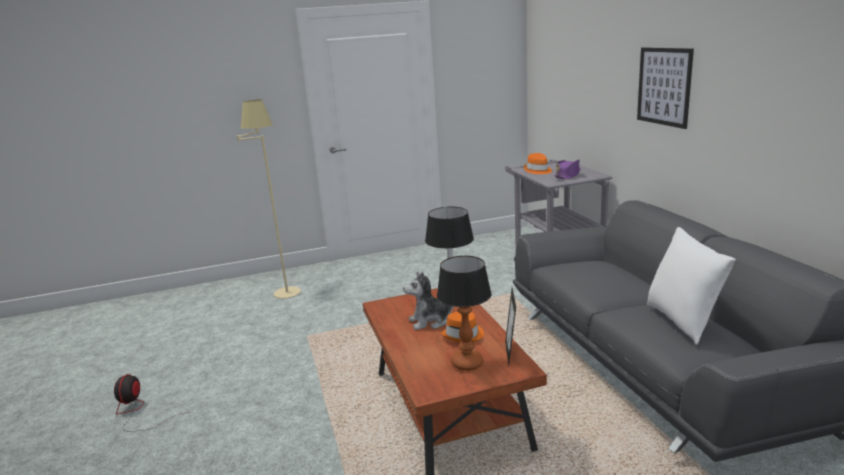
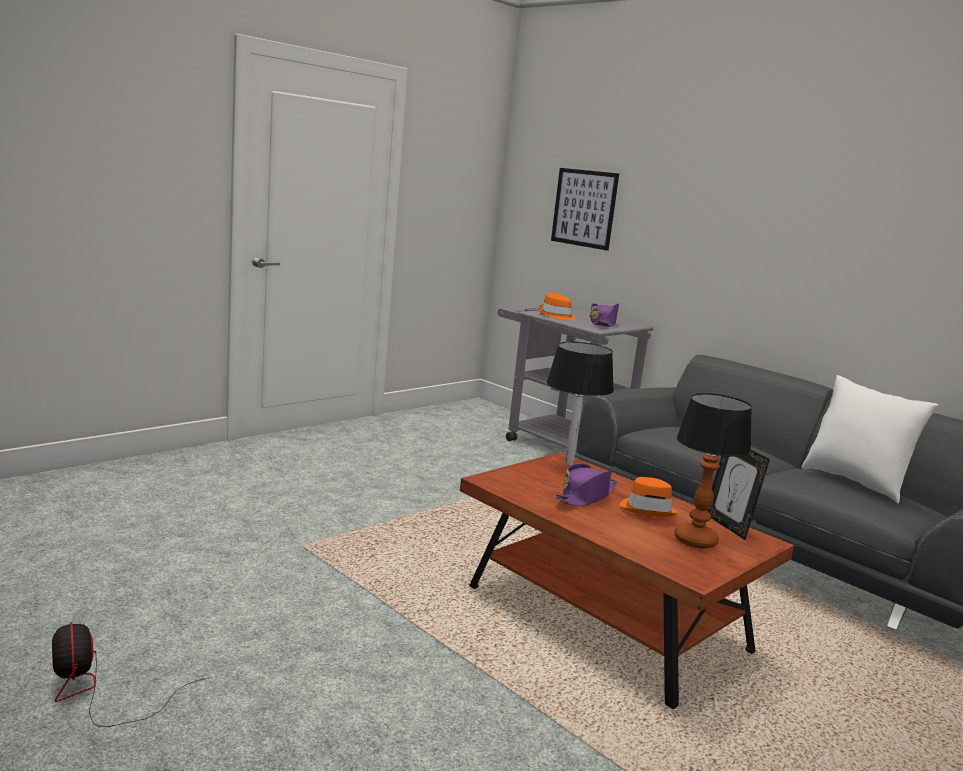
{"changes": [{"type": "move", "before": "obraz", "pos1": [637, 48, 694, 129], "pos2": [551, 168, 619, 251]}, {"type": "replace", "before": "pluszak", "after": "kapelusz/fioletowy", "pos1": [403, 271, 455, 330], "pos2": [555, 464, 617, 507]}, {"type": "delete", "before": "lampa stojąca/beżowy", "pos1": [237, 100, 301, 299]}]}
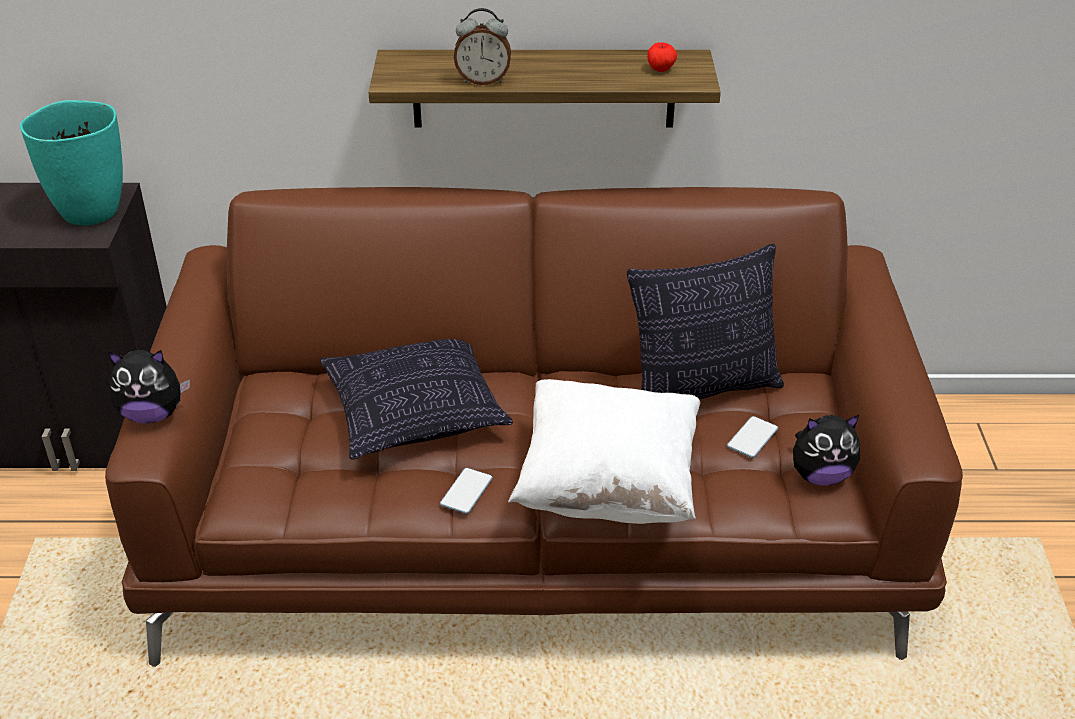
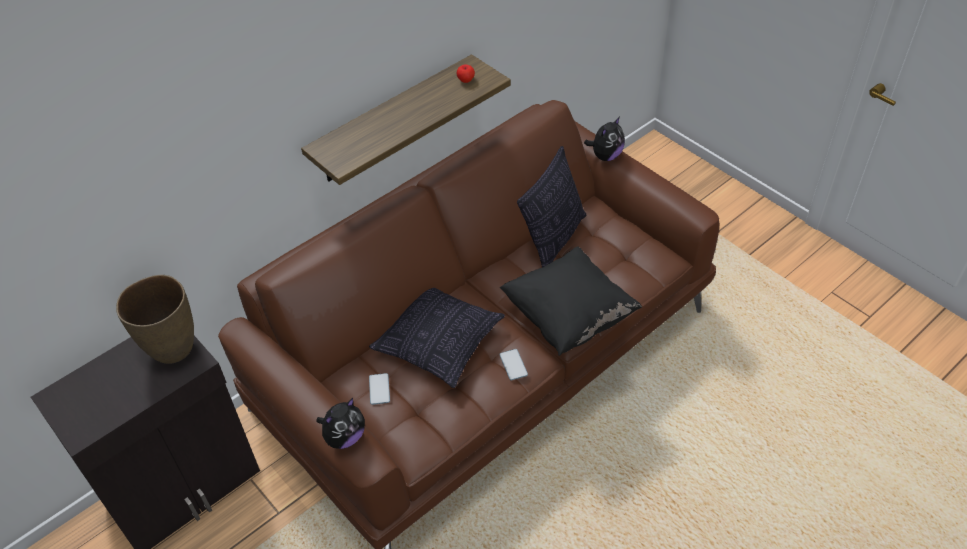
{"changes": [{"type": "recolor", "before": "wazon/turkusowy", "after": "wazon/brązowy", "pos1": [20, 100, 123, 225], "pos2": [116, 275, 194, 364]}, {"type": "move", "before": "telefon", "pos1": [727, 416, 778, 458], "pos2": [369, 373, 390, 405]}, {"type": "recolor", "before": "poduszka/biały", "after": "poduszka/czarny", "pos1": [508, 379, 701, 524], "pos2": [500, 247, 642, 356]}, {"type": "move", "before": "pluszak", "pos1": [793, 415, 860, 486], "pos2": [584, 117, 625, 161]}, {"type": "delete", "before": "budzik", "pos1": [454, 8, 511, 85]}]}
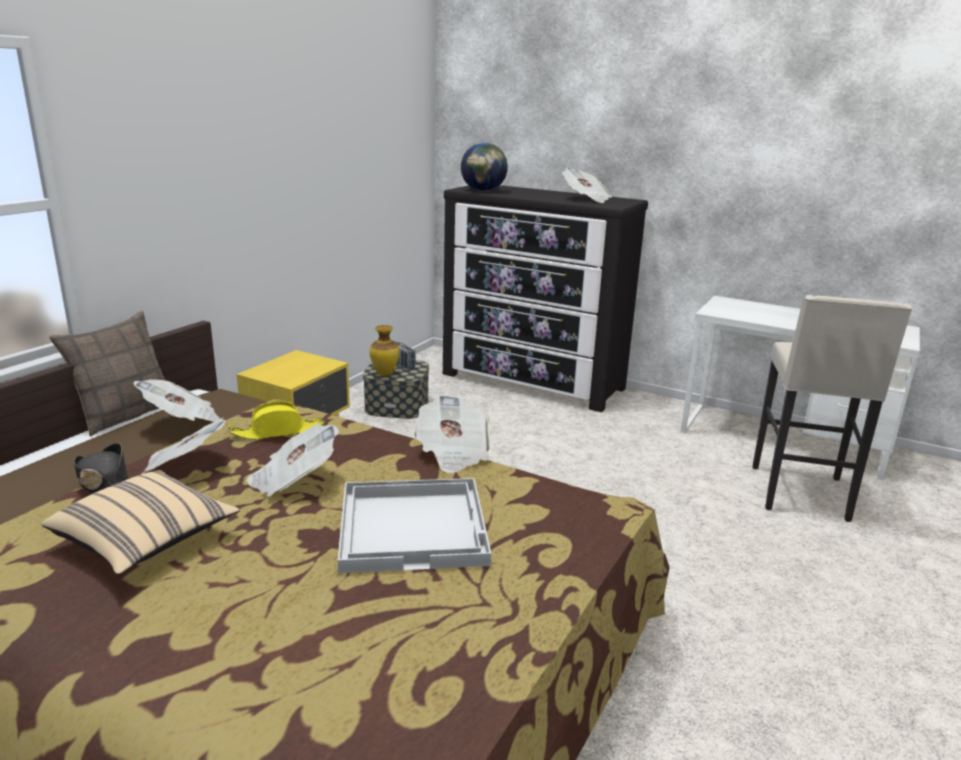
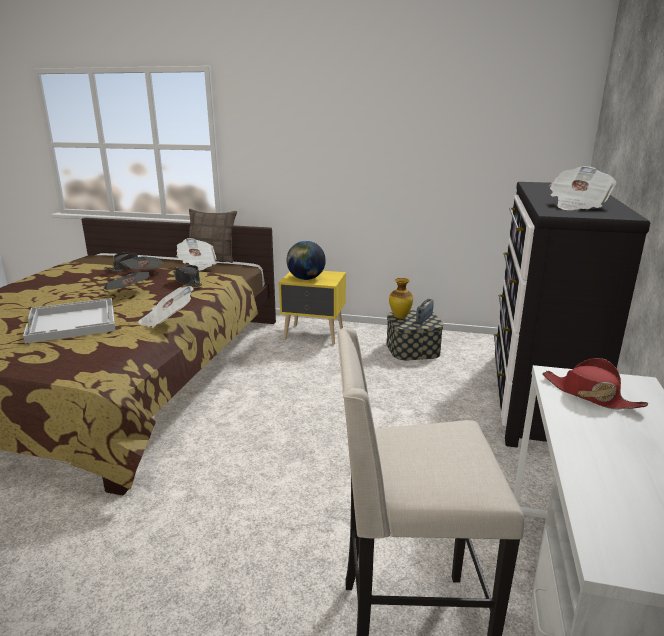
{"changes": [{"type": "recolor", "before": "kapelusz/żółty", "after": "kapelusz/czarny", "pos1": [228, 401, 325, 440], "pos2": [173, 265, 202, 287]}, {"type": "move", "before": "globus", "pos1": [461, 143, 508, 191], "pos2": [286, 241, 326, 280]}, {"type": "insert", "after": "kapelusz/czerwony", "pos2": [542, 358, 648, 409]}, {"type": "delete", "before": "poduszka/beżowy", "pos1": [41, 470, 240, 575]}]}
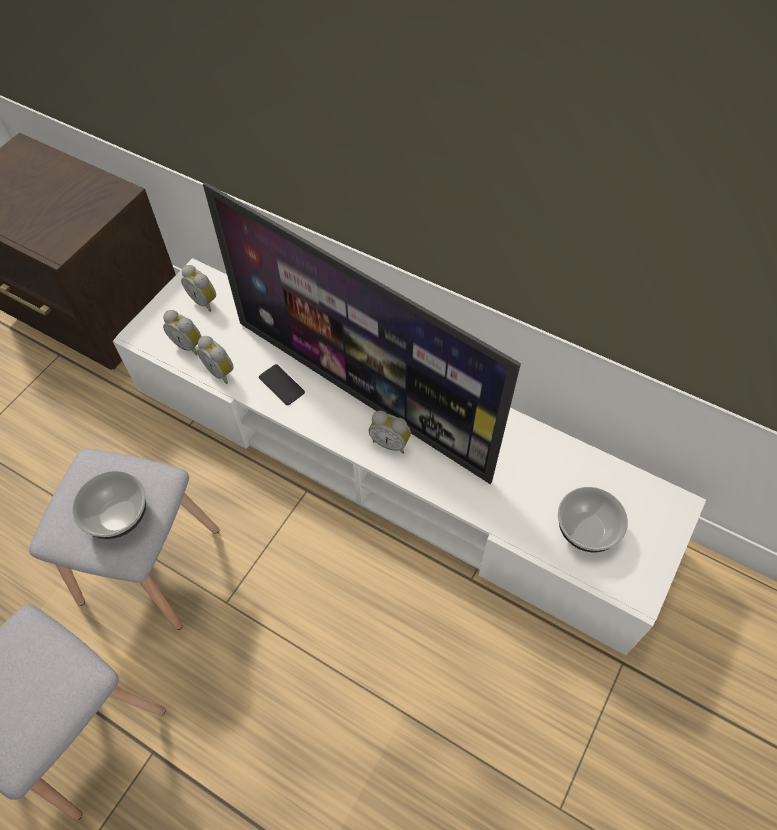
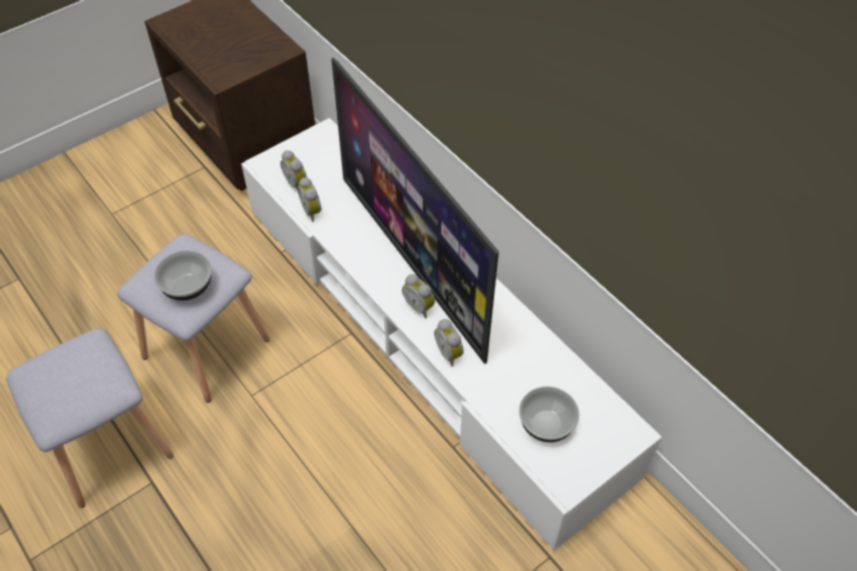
{"changes": [{"type": "move", "before": "budzik", "pos1": [181, 265, 216, 312], "pos2": [434, 319, 464, 366]}, {"type": "delete", "before": "telefon", "pos1": [259, 364, 305, 405]}]}
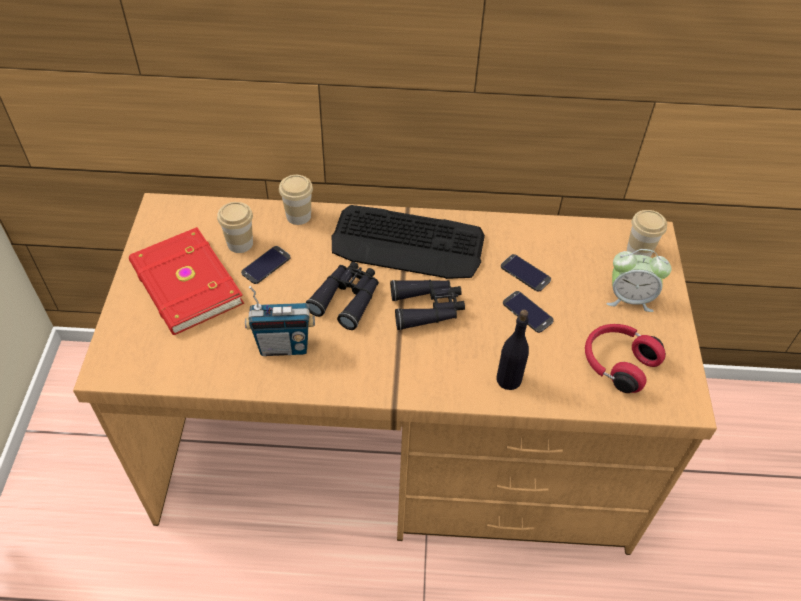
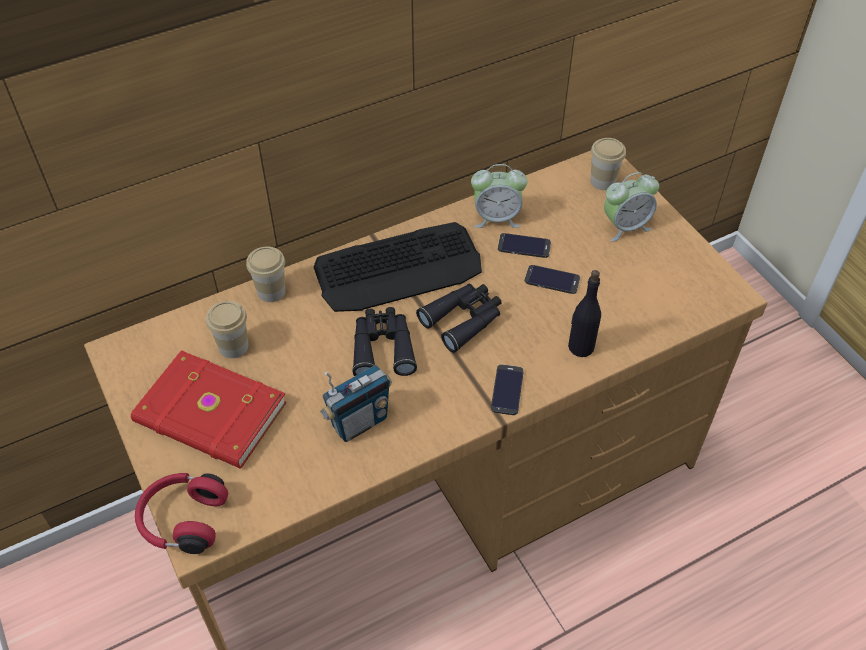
{"changes": [{"type": "move", "before": "słuchawki/czerwony", "pos1": [585, 324, 666, 393], "pos2": [135, 473, 228, 554]}, {"type": "insert", "after": "budzik", "pos2": [471, 164, 528, 228]}, {"type": "move", "before": "telefon", "pos1": [241, 246, 290, 284], "pos2": [491, 364, 524, 415]}]}
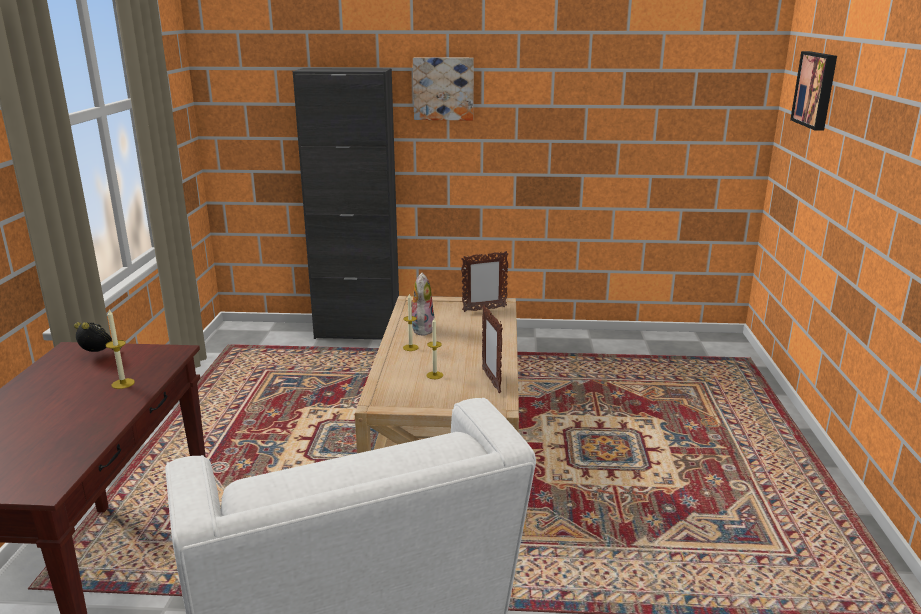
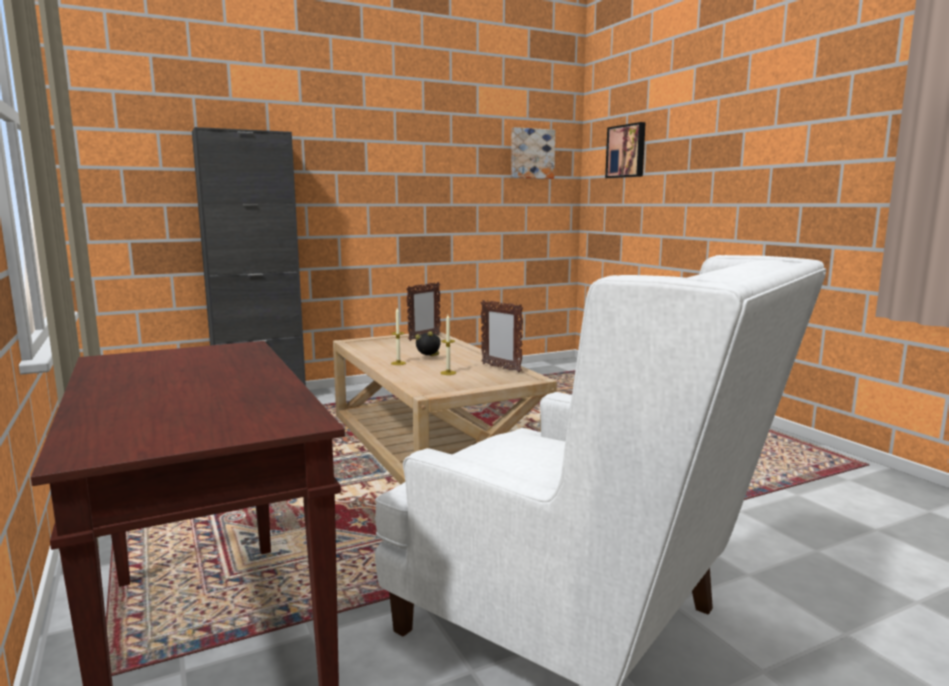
{"changes": [{"type": "move", "before": "budzik", "pos1": [74, 322, 121, 352], "pos2": [415, 331, 441, 356]}, {"type": "move", "before": "obraz", "pos1": [413, 57, 474, 121], "pos2": [511, 127, 555, 179]}, {"type": "delete", "before": "świeca", "pos1": [106, 310, 135, 389]}, {"type": "delete", "before": "pluszak", "pos1": [411, 273, 435, 336]}]}
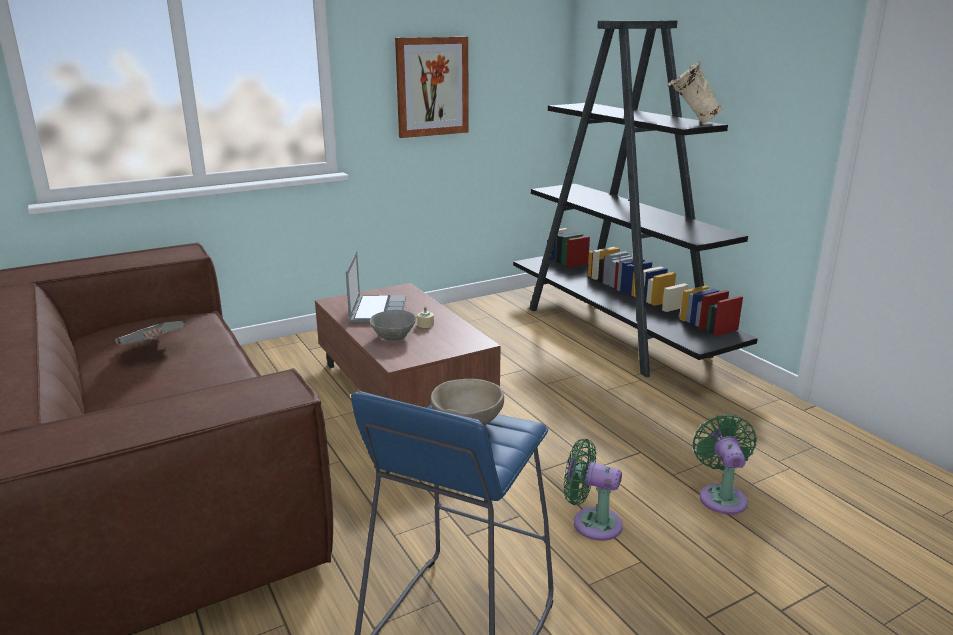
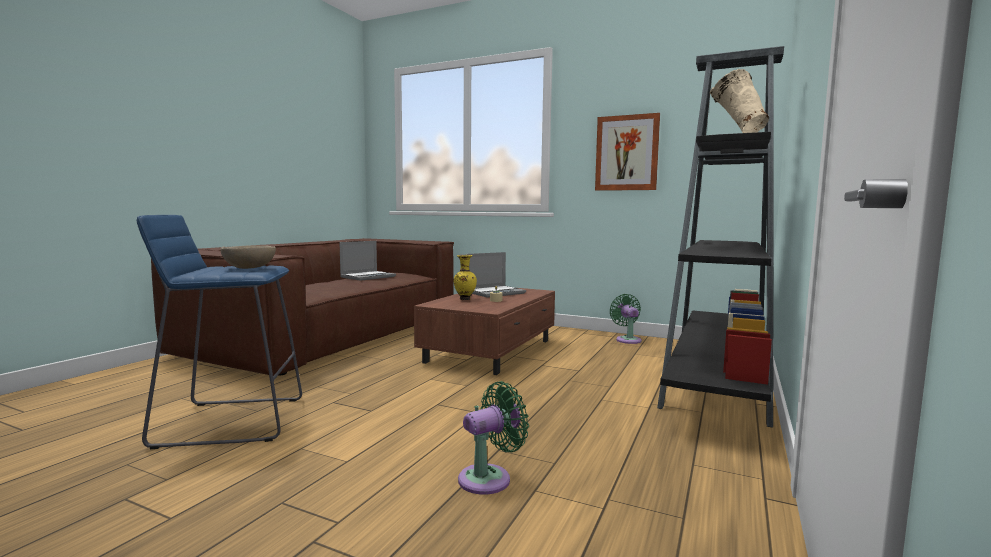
{"changes": [{"type": "replace", "before": "gazeta", "after": "laptop", "pos1": [116, 321, 186, 345], "pos2": [339, 241, 396, 281]}, {"type": "replace", "before": "miska/szary", "after": "wazon/żółty", "pos1": [370, 310, 416, 340], "pos2": [454, 255, 477, 300]}, {"type": "move", "before": "wentylator/zielony", "pos1": [564, 439, 623, 541], "pos2": [610, 294, 642, 344]}]}
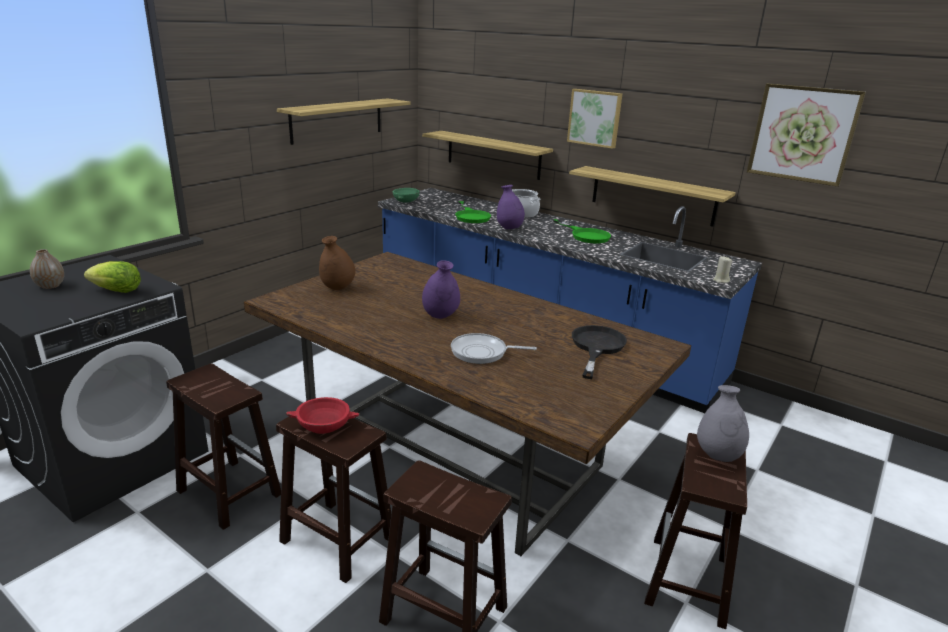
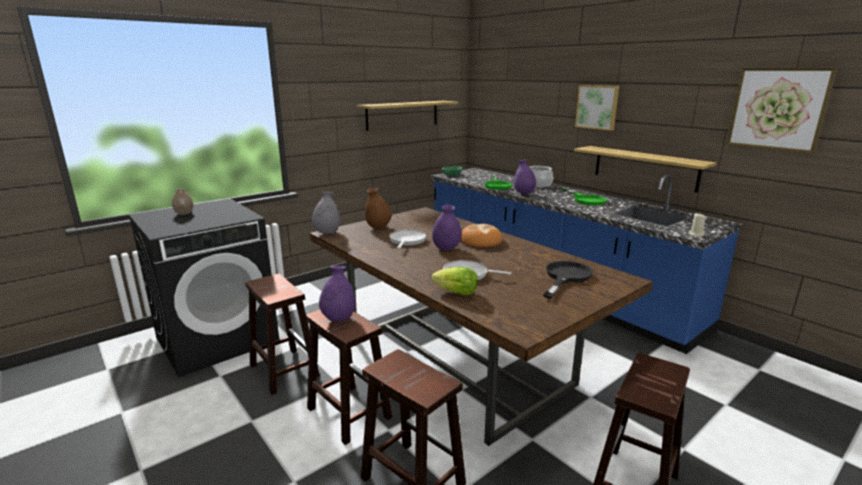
{"changes": [{"type": "move", "before": "wazon/szary", "pos1": [697, 385, 749, 462], "pos2": [312, 192, 340, 234]}, {"type": "replace", "before": "miska/czerwony", "after": "wazon/fioletowy", "pos1": [286, 397, 360, 434], "pos2": [319, 266, 355, 322]}, {"type": "insert", "after": "patelnia", "pos2": [389, 230, 426, 248]}, {"type": "move", "before": "sałata", "pos1": [84, 261, 141, 293], "pos2": [432, 267, 478, 296]}, {"type": "insert", "after": "chleb", "pos2": [461, 224, 502, 247]}, {"type": "delete", "before": "półka", "pos1": [422, 131, 553, 180]}]}
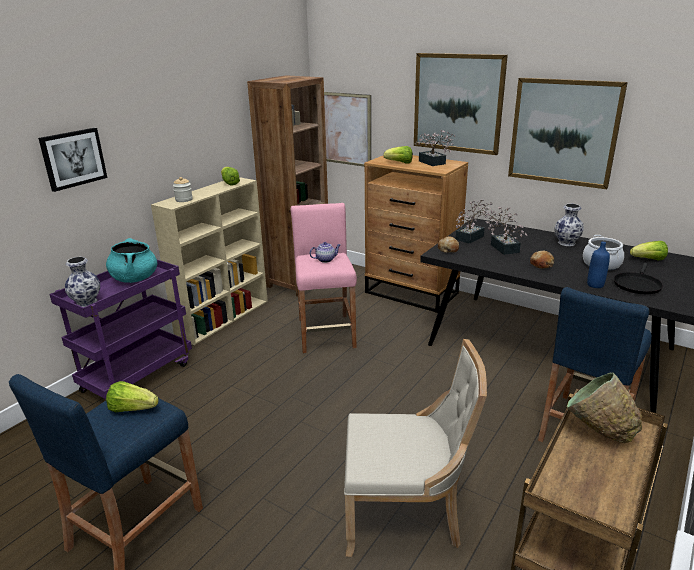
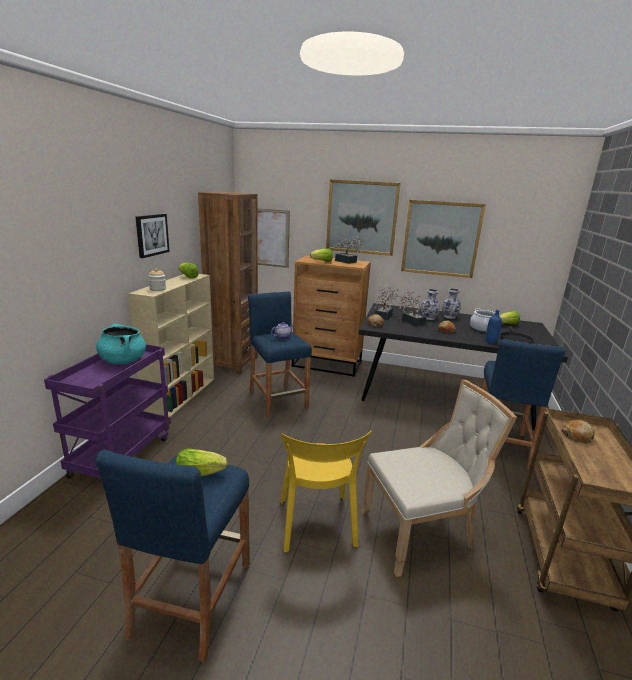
{"changes": [{"type": "move", "before": "obraz", "pos1": [38, 128, 107, 192], "pos2": [136, 214, 170, 258]}, {"type": "recolor", "before": "stołek/różowy", "after": "stołek/niebieski", "pos1": [290, 203, 357, 353], "pos2": [248, 291, 312, 417]}, {"type": "insert", "after": "krzesło/żółty", "pos2": [280, 431, 372, 552]}, {"type": "move", "before": "wazon", "pos1": [65, 257, 100, 307], "pos2": [421, 289, 440, 320]}, {"type": "replace", "before": "miska/zielony", "after": "chleb", "pos1": [567, 372, 642, 443], "pos2": [561, 420, 595, 443]}]}
